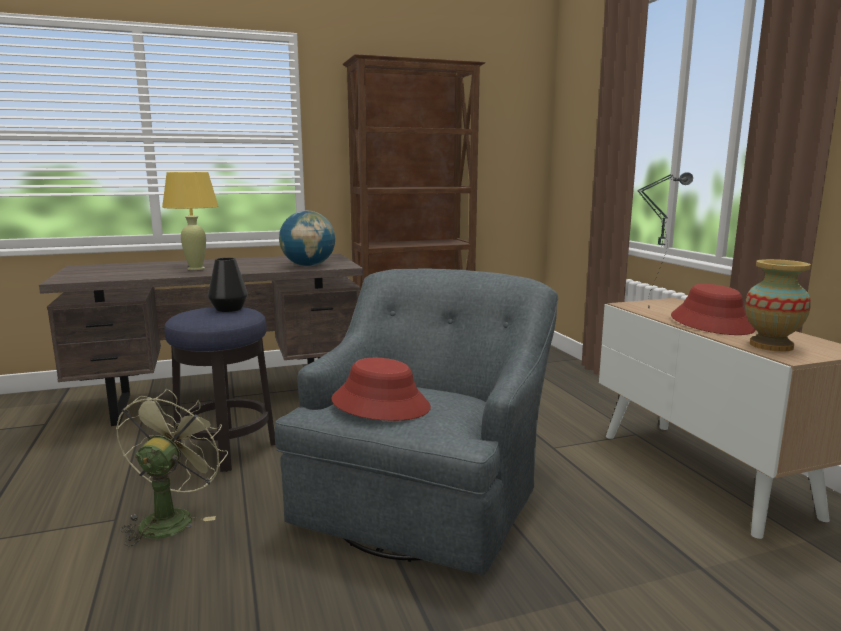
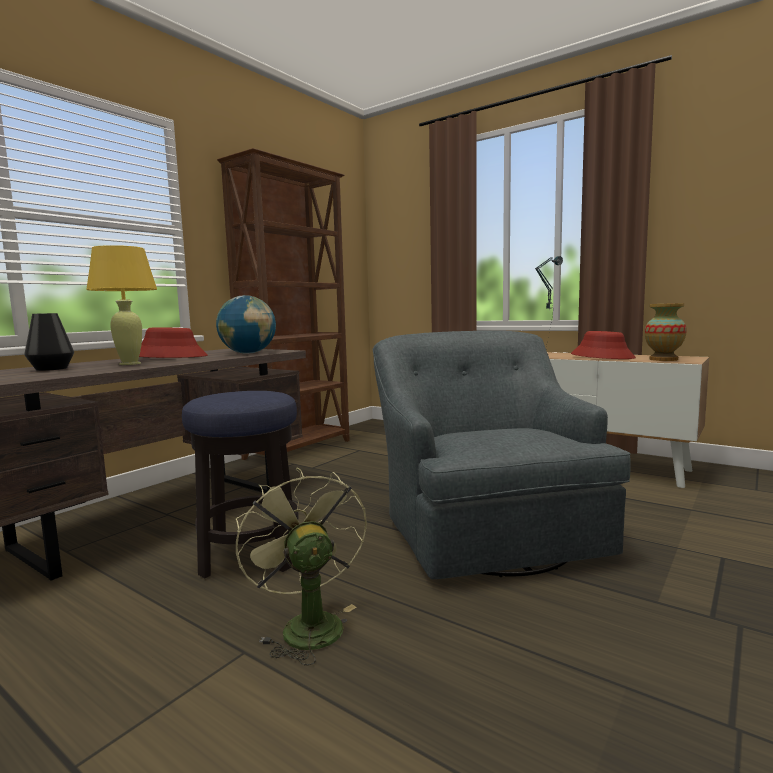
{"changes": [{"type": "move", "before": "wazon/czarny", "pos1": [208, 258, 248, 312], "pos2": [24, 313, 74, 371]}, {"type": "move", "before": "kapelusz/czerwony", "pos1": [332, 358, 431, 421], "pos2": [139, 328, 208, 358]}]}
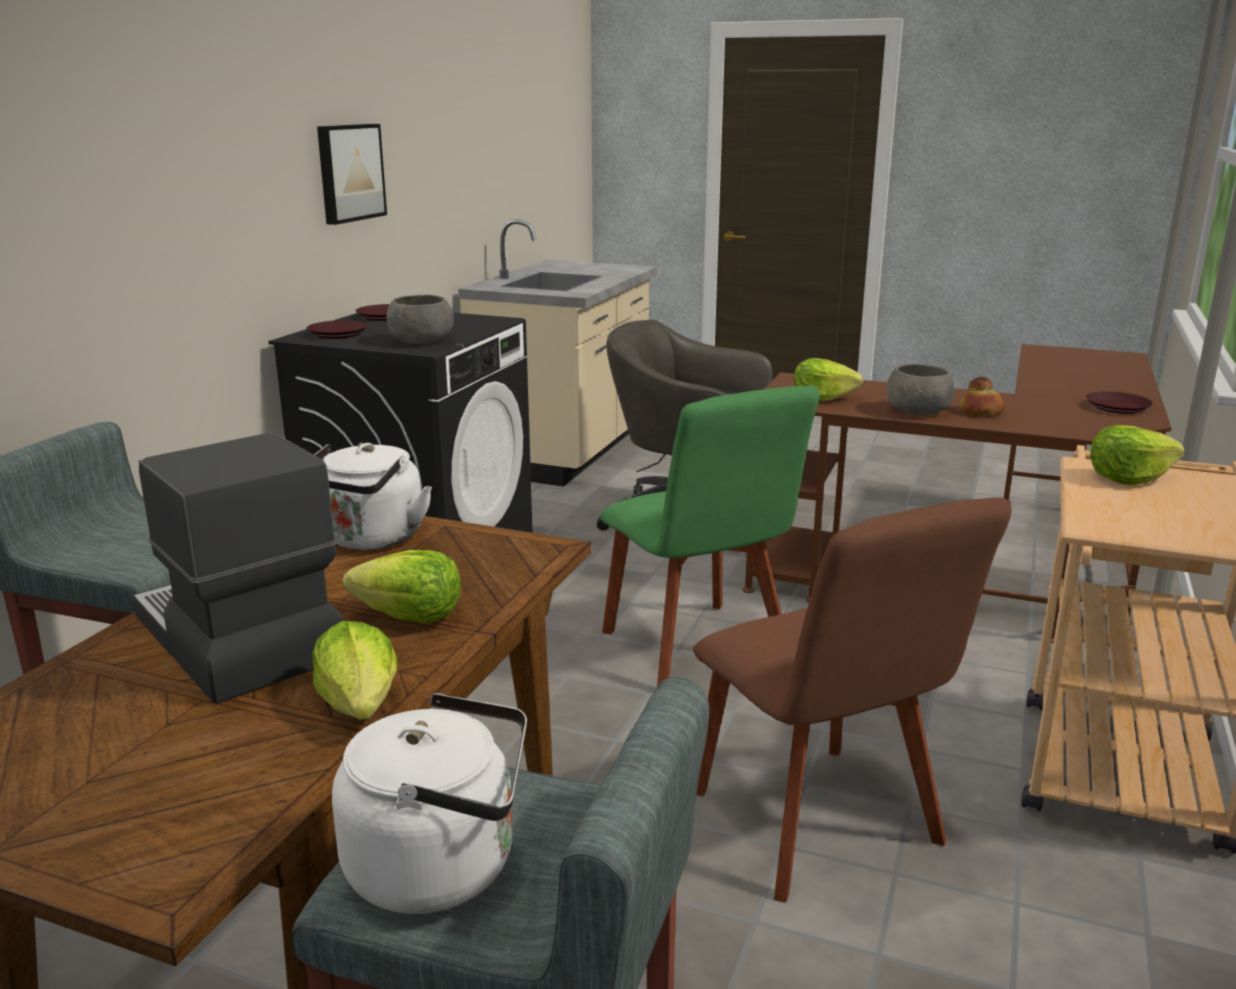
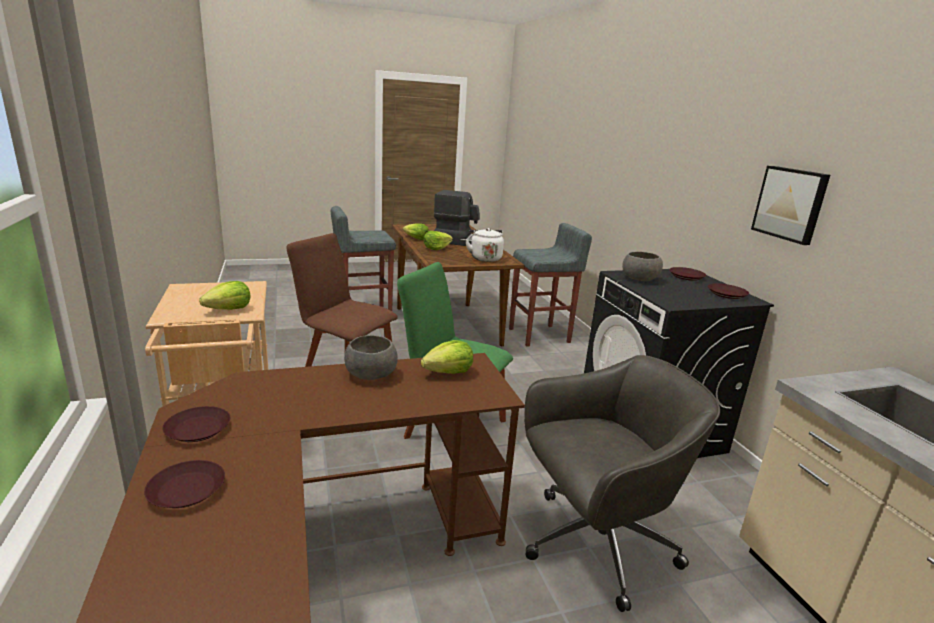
{"changes": [{"type": "insert", "after": "talerz/brązowy", "pos2": [144, 460, 225, 508]}, {"type": "delete", "before": "czajnik/biały", "pos1": [332, 693, 527, 914]}, {"type": "delete", "before": "chleb", "pos1": [960, 377, 1005, 416]}]}
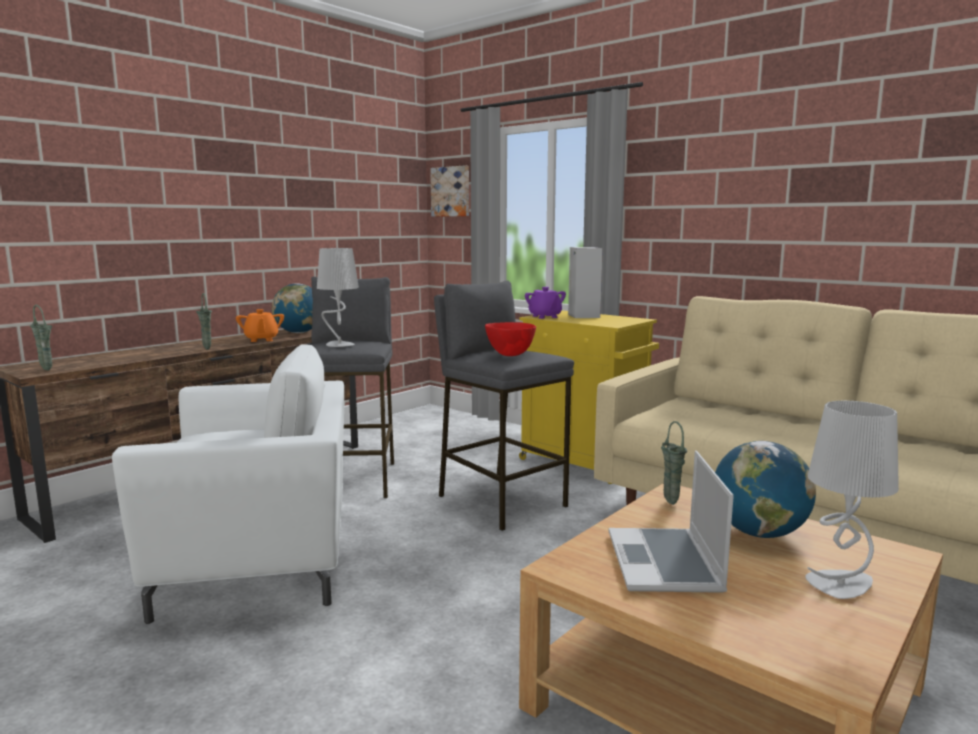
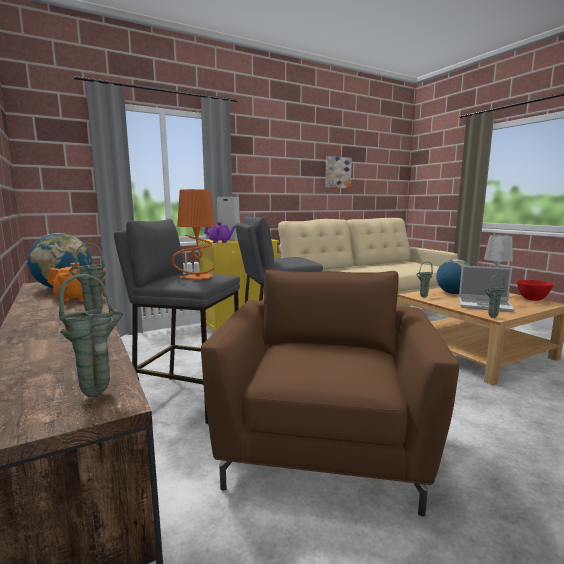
{"changes": [{"type": "recolor", "before": "lampa stołowa/szary", "after": "lampa stołowa/pomarańczowy", "pos1": [317, 248, 359, 347], "pos2": [172, 189, 215, 280]}, {"type": "recolor", "before": "fotel/biały", "after": "fotel/brązowy", "pos1": [112, 344, 344, 624], "pos2": [201, 269, 459, 517]}, {"type": "move", "before": "obraz", "pos1": [430, 165, 469, 217], "pos2": [325, 156, 352, 188]}, {"type": "insert", "after": "wazon/zielony", "pos2": [485, 275, 506, 318]}, {"type": "move", "before": "miska/czerwony", "pos1": [485, 322, 536, 356], "pos2": [517, 280, 554, 301]}]}
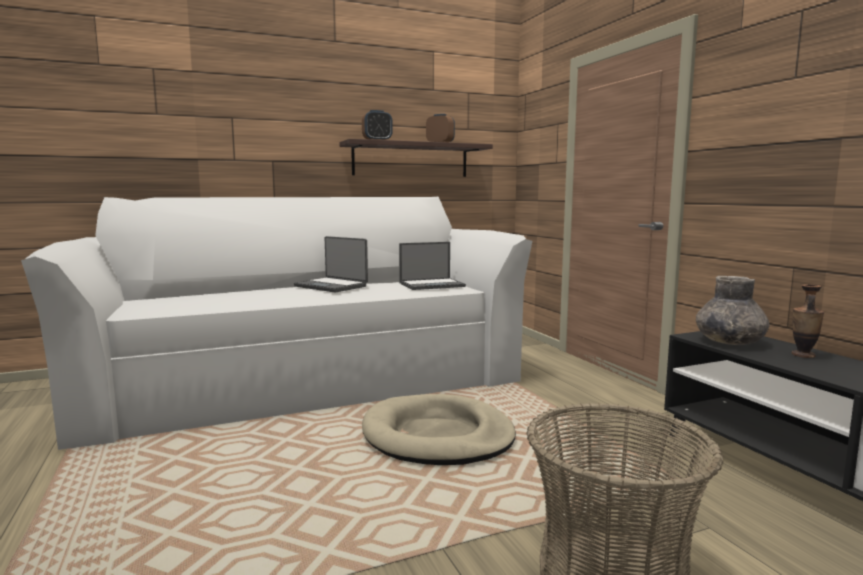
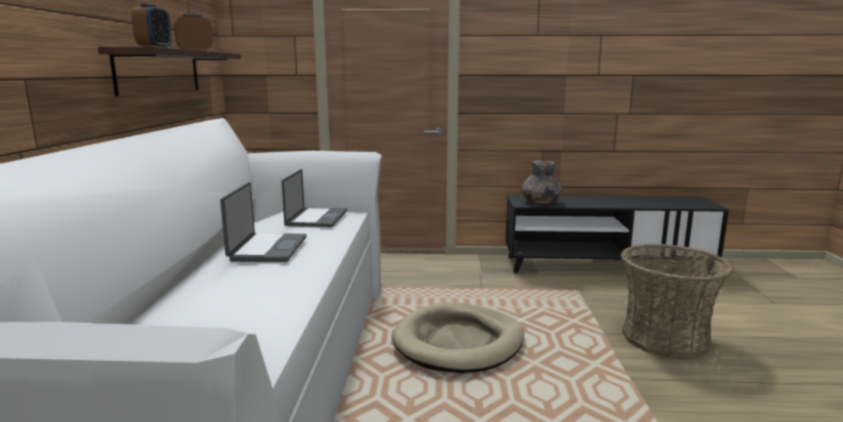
{"changes": [{"type": "rotate", "before": "laptop", "pos1": [294, 236, 368, 293], "pos2": [220, 182, 307, 262], "turn": -60}, {"type": "delete", "before": "wazon", "pos1": [791, 284, 824, 358]}]}
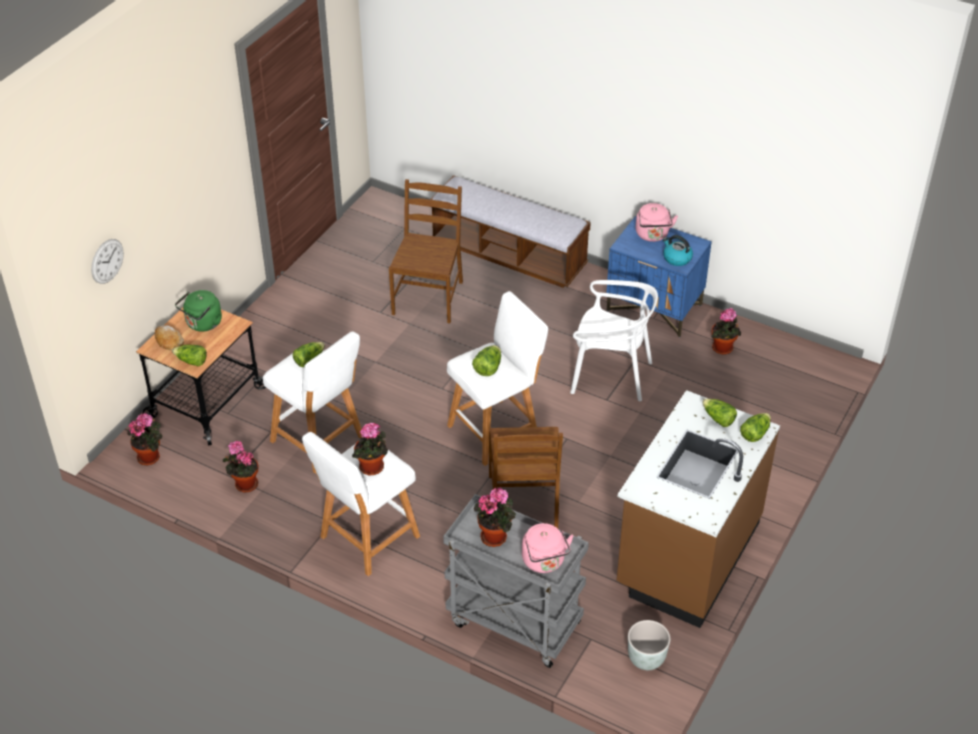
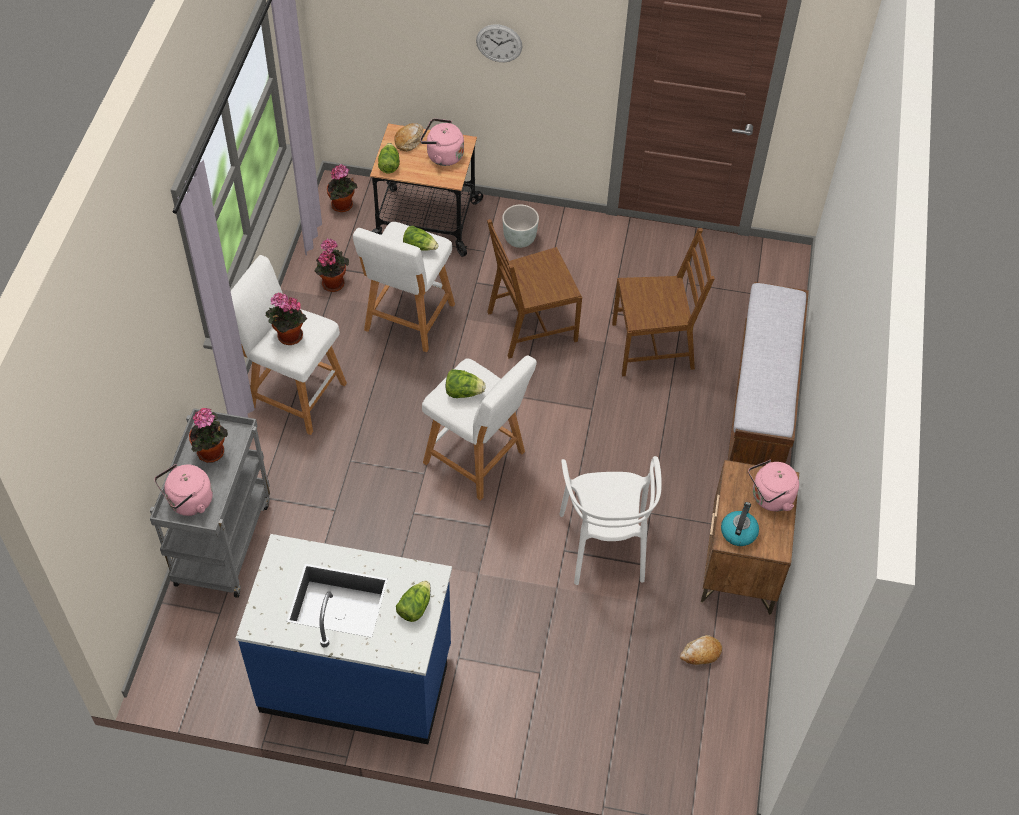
{"changes": [{"type": "recolor", "before": "zabudowa kuchenna/brązowy", "after": "zabudowa kuchenna/niebieski", "pos1": [617, 390, 780, 628], "pos2": [236, 534, 452, 744]}, {"type": "recolor", "before": "czajnik/zielony", "after": "czajnik/różowy", "pos1": [175, 290, 222, 332], "pos2": [420, 118, 464, 166]}, {"type": "move", "before": "zegar ścienny", "pos1": [91, 239, 124, 284], "pos2": [476, 24, 522, 62]}, {"type": "move", "before": "krzesło/brązowy", "pos1": [489, 427, 563, 528], "pos2": [487, 219, 582, 359]}, {"type": "move", "before": "donica/szary", "pos1": [628, 620, 670, 670], "pos2": [502, 205, 539, 248]}, {"type": "replace", "before": "roślina doniczkowa", "after": "chleb", "pos1": [711, 308, 741, 355], "pos2": [680, 635, 722, 665]}, {"type": "recolor", "before": "szafka nocna/niebieski", "after": "szafka nocna/brązowy", "pos1": [606, 216, 712, 337], "pos2": [701, 460, 799, 615]}, {"type": "delete", "before": "sałata", "pos1": [740, 413, 771, 442]}]}
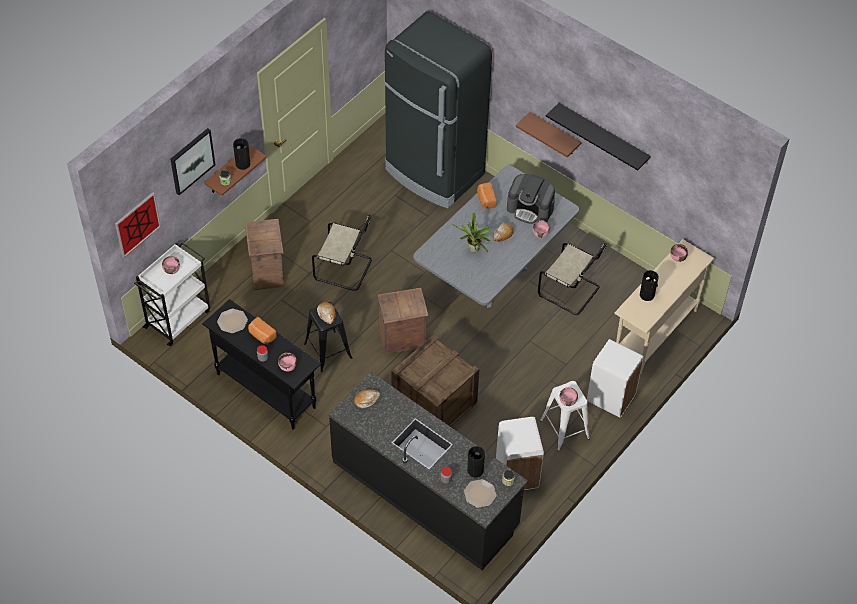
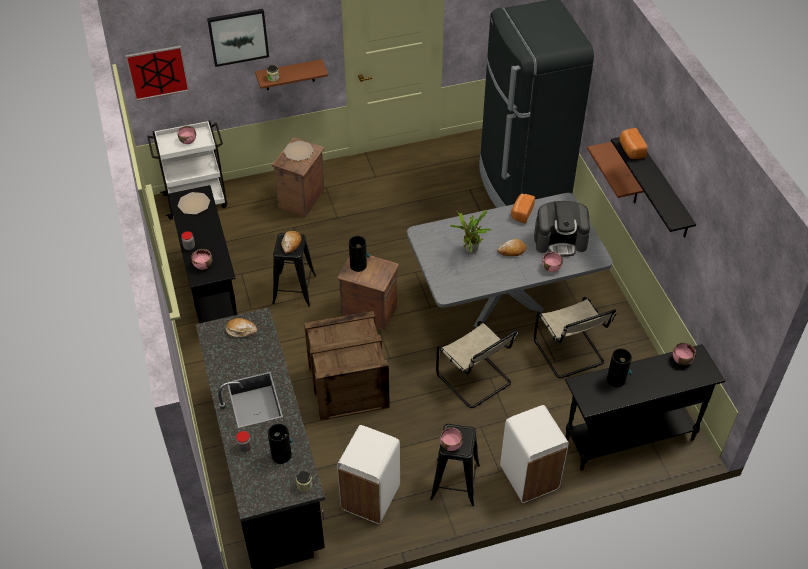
{"changes": [{"type": "move", "before": "talerz", "pos1": [464, 479, 496, 508], "pos2": [284, 141, 314, 161]}, {"type": "move", "before": "wazon", "pos1": [233, 138, 250, 170], "pos2": [349, 236, 370, 272]}, {"type": "recolor", "before": "stołek/biały", "after": "stołek/czarny", "pos1": [540, 381, 590, 451], "pos2": [430, 424, 480, 506]}, {"type": "move", "before": "krzesło/beżowy", "pos1": [312, 215, 372, 291], "pos2": [436, 321, 518, 408]}, {"type": "rotate", "before": "ekspres do kawy", "pos1": [507, 174, 555, 224], "pos2": [534, 201, 590, 257], "turn": -60}, {"type": "recolor", "before": "stolik konsolowy/beżowy", "after": "stolik konsolowy/czarny", "pos1": [614, 239, 715, 374], "pos2": [565, 344, 725, 471]}, {"type": "move", "before": "chleb", "pos1": [248, 317, 277, 344], "pos2": [619, 128, 648, 159]}]}
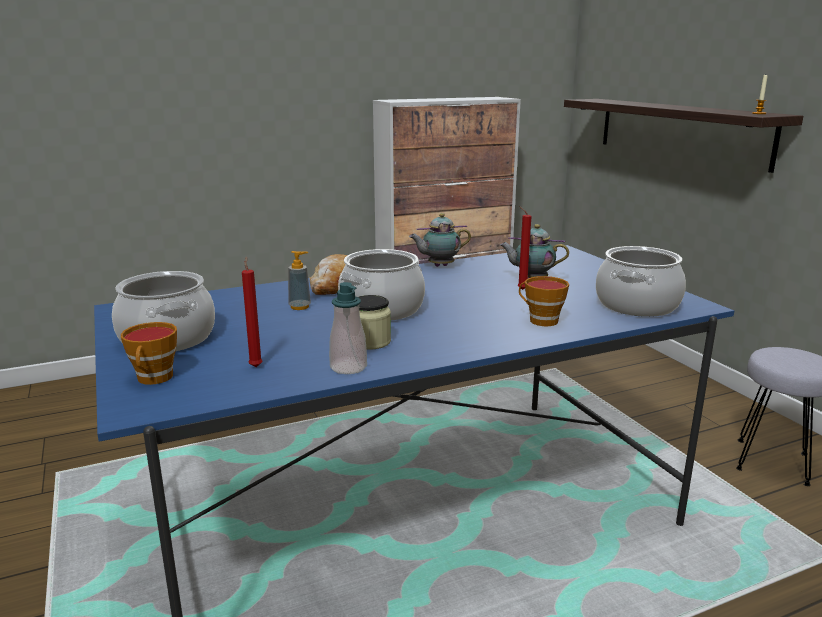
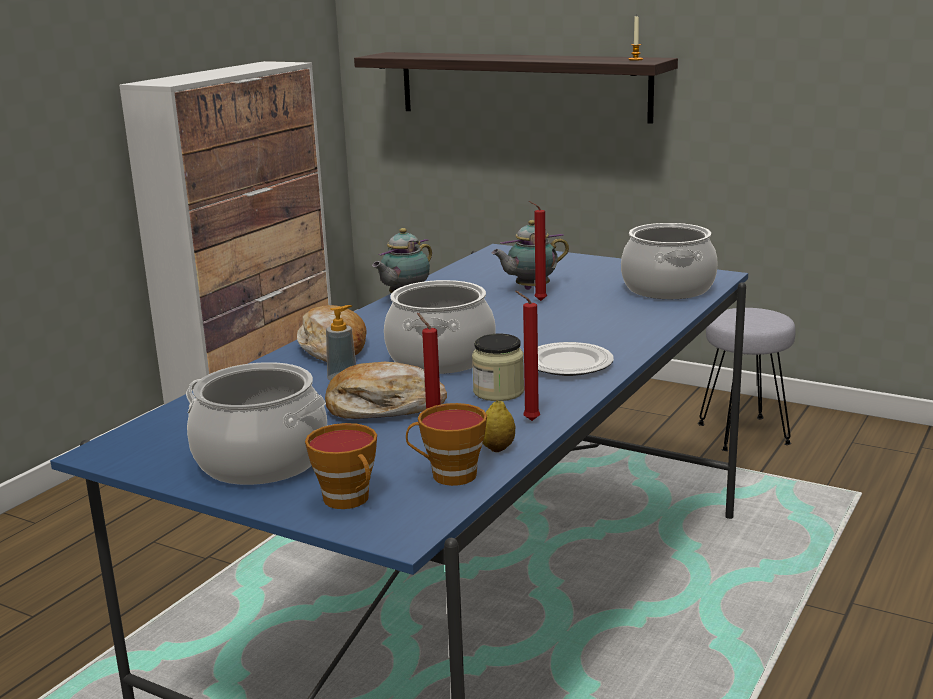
{"changes": [{"type": "insert", "after": "chleb", "pos2": [325, 362, 447, 419]}, {"type": "move", "before": "filiżanka", "pos1": [519, 276, 569, 326], "pos2": [406, 403, 487, 486]}, {"type": "insert", "after": "cytryna", "pos2": [483, 400, 515, 452]}, {"type": "replace", "before": "dozownik mydła", "after": "świeca/czerwony", "pos1": [329, 282, 367, 374], "pos2": [515, 291, 540, 421]}, {"type": "insert", "after": "talerz", "pos2": [538, 342, 614, 376]}]}
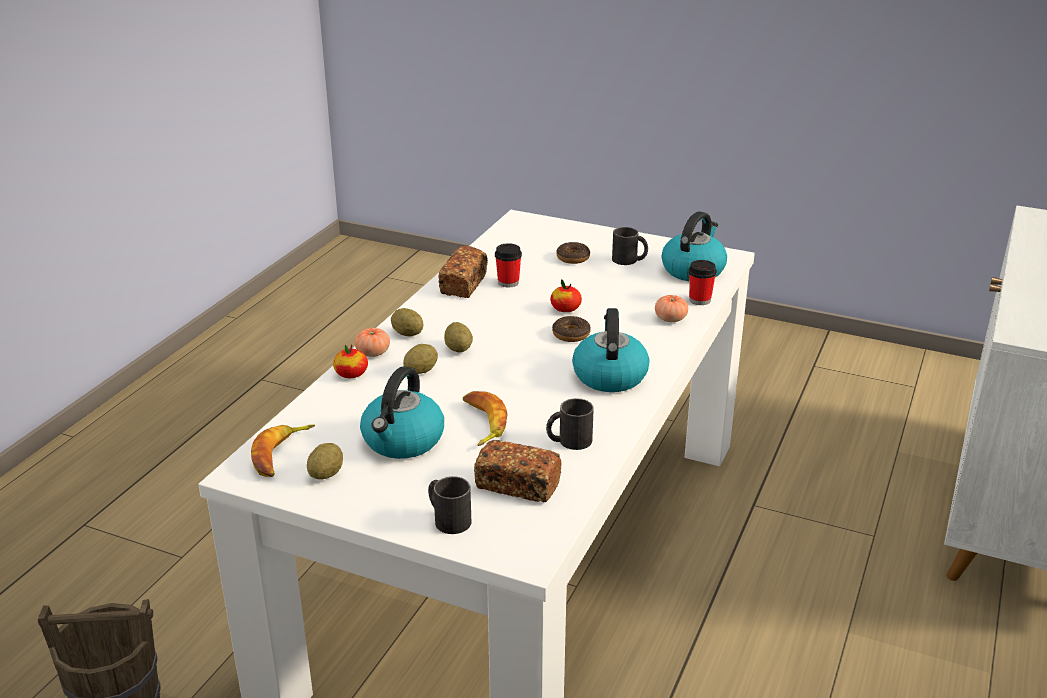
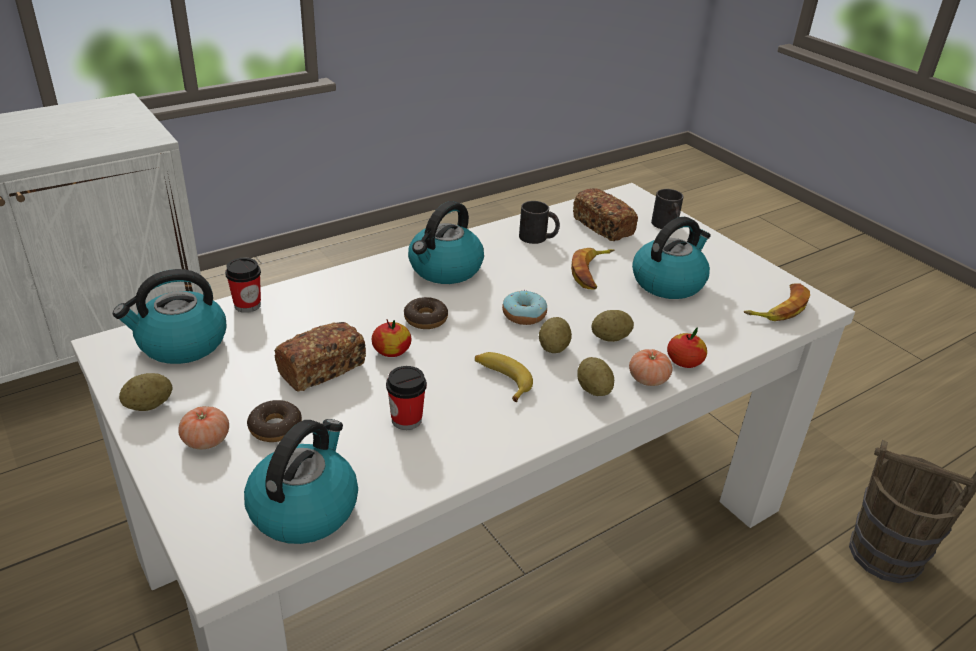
{"changes": [{"type": "move", "before": "ziemniak", "pos1": [307, 443, 343, 479], "pos2": [119, 373, 172, 411]}, {"type": "move", "before": "pomidor", "pos1": [655, 295, 688, 322], "pos2": [178, 406, 229, 449]}, {"type": "insert", "after": "czajnik", "pos2": [244, 419, 358, 544]}, {"type": "move", "before": "chleb", "pos1": [439, 246, 488, 298], "pos2": [274, 322, 366, 391]}, {"type": "insert", "after": "banan", "pos2": [475, 352, 533, 402]}, {"type": "insert", "after": "donut", "pos2": [502, 290, 547, 325]}, {"type": "delete", "before": "kubek/czarny", "pos1": [612, 227, 648, 265]}]}
